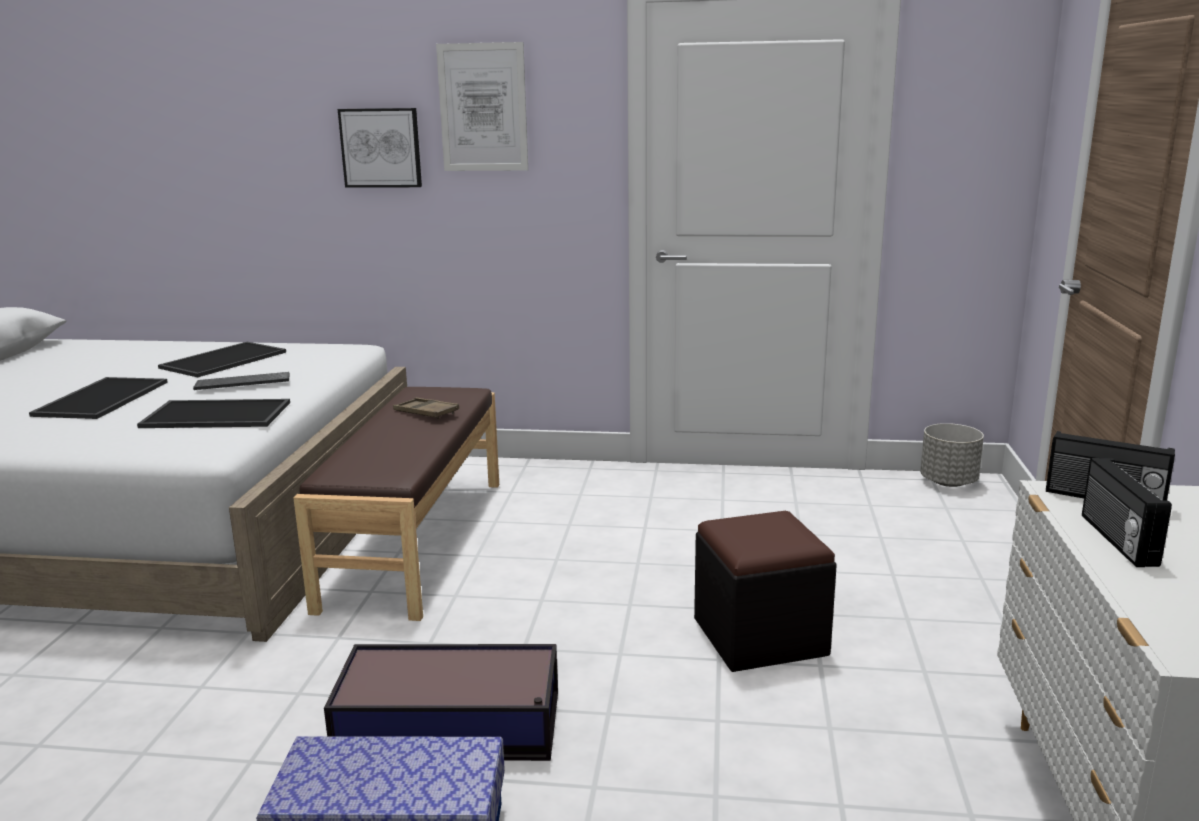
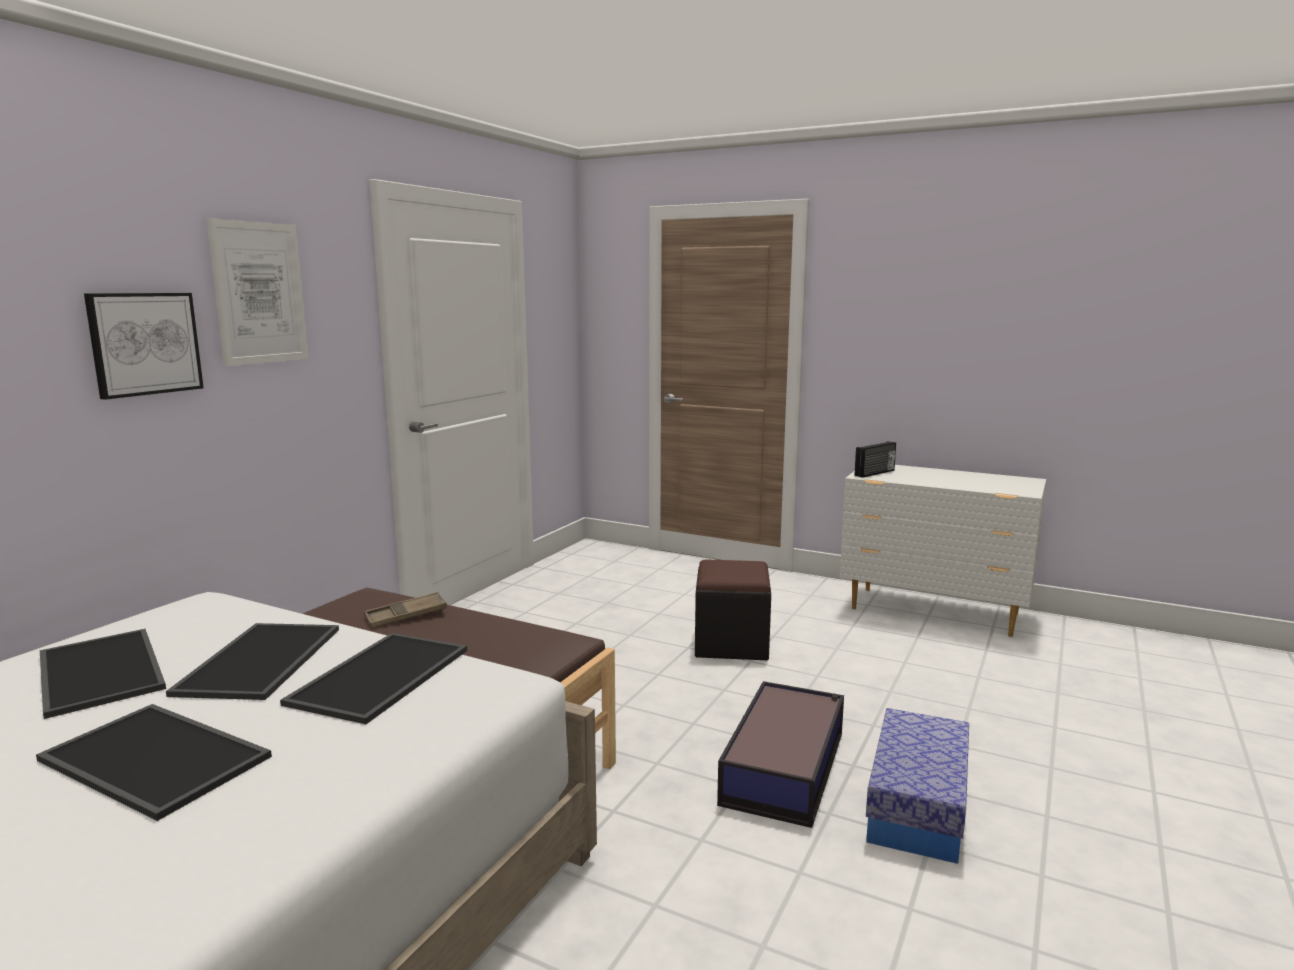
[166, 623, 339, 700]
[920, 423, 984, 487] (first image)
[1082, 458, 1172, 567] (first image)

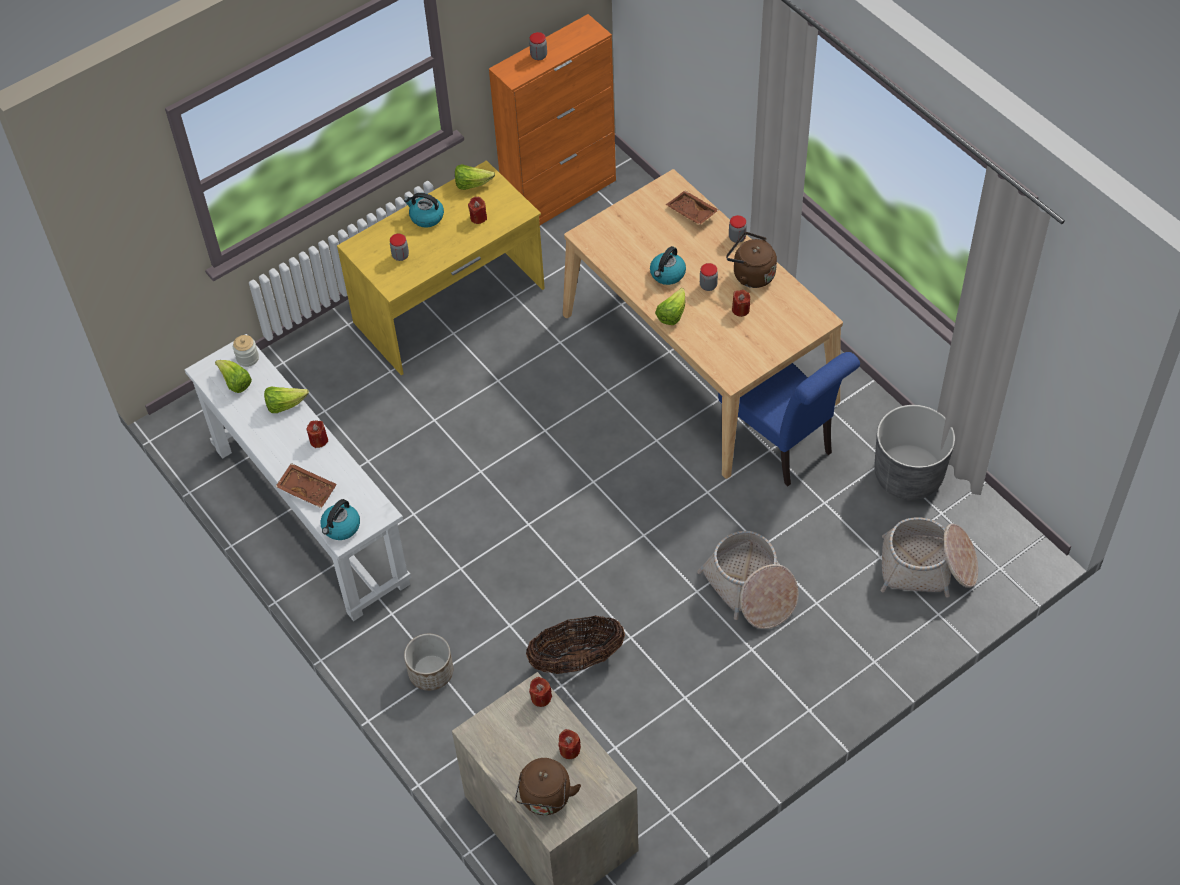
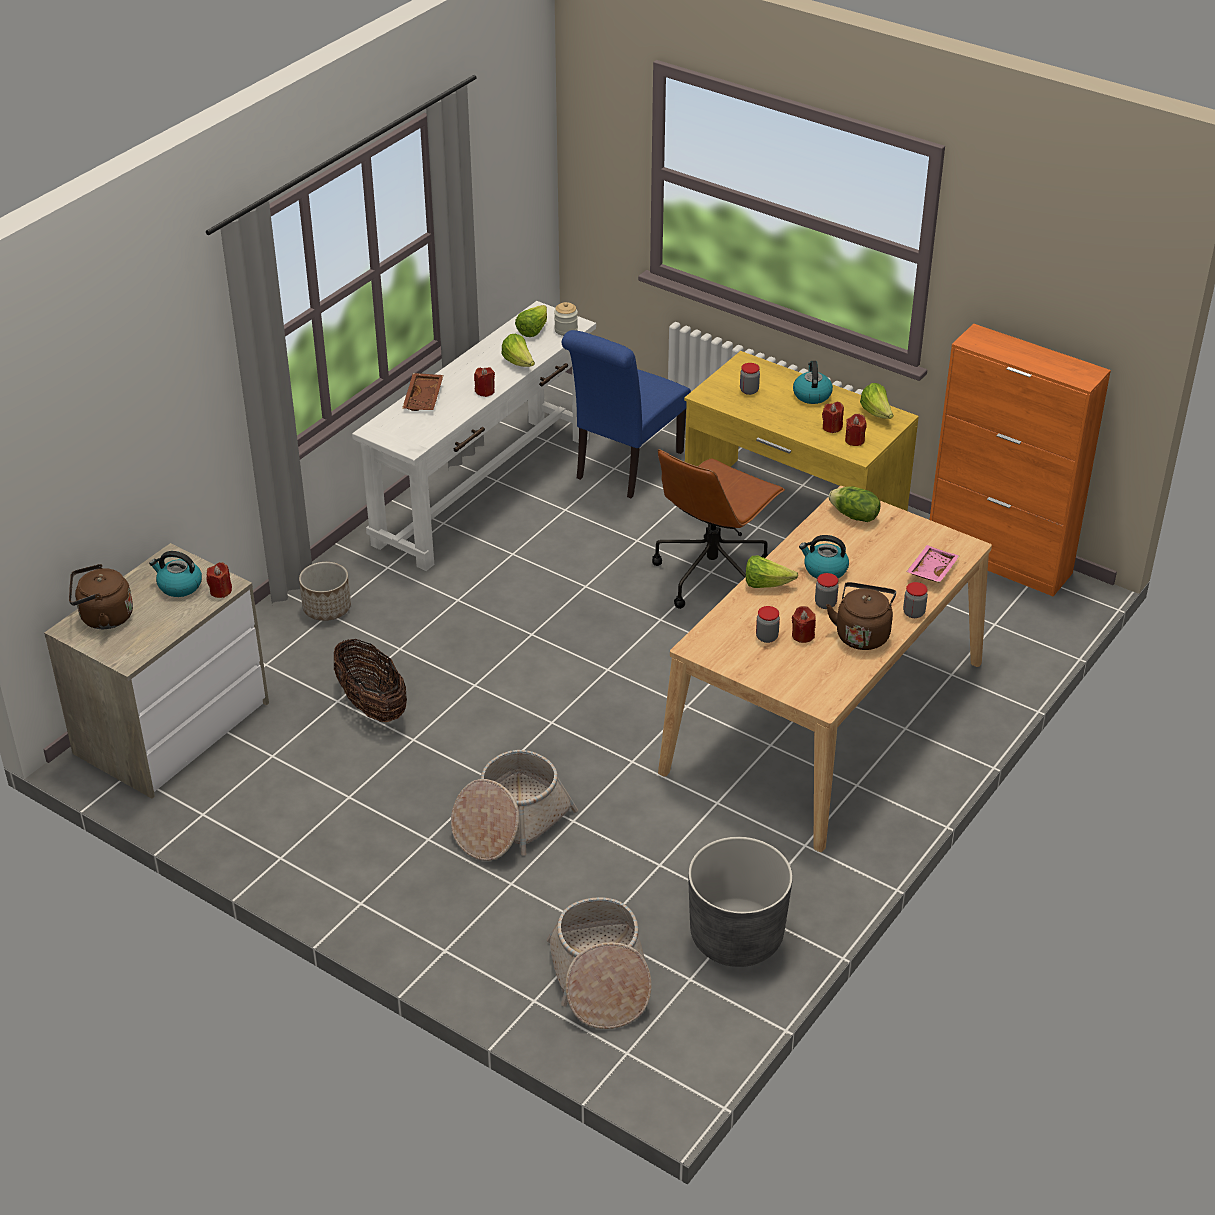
[149, 551, 202, 597]
[562, 330, 691, 498]
[652, 449, 785, 609]
[756, 606, 780, 643]
[829, 486, 880, 522]
[845, 414, 867, 446]
[906, 545, 959, 583]

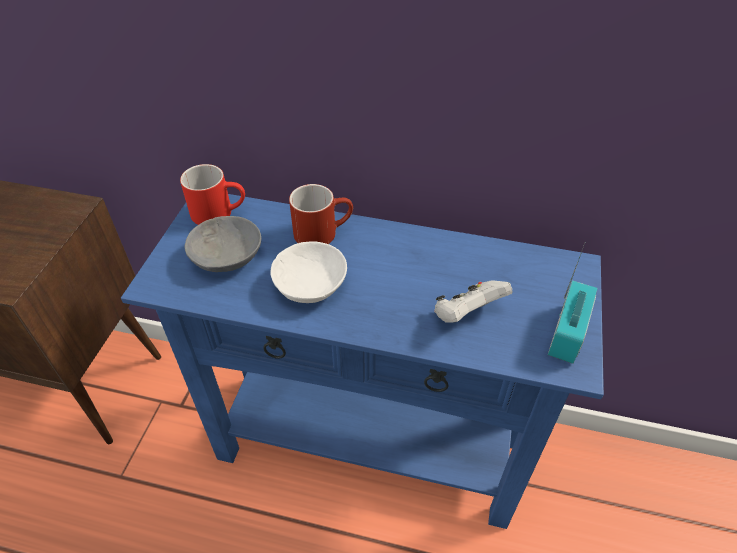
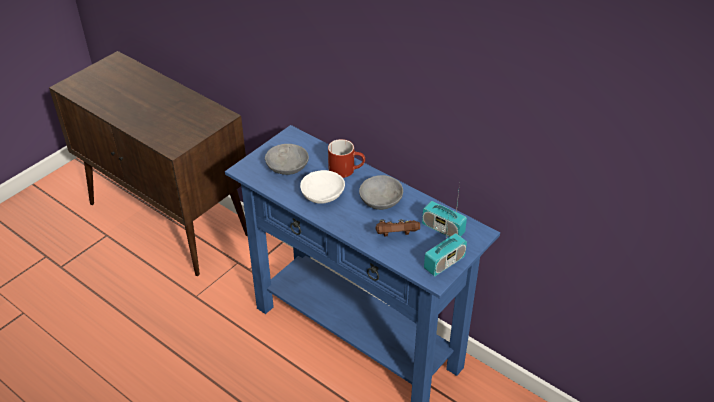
[359, 175, 403, 210]
[376, 220, 420, 236]
[422, 183, 467, 237]
[180, 164, 245, 225] (first image)

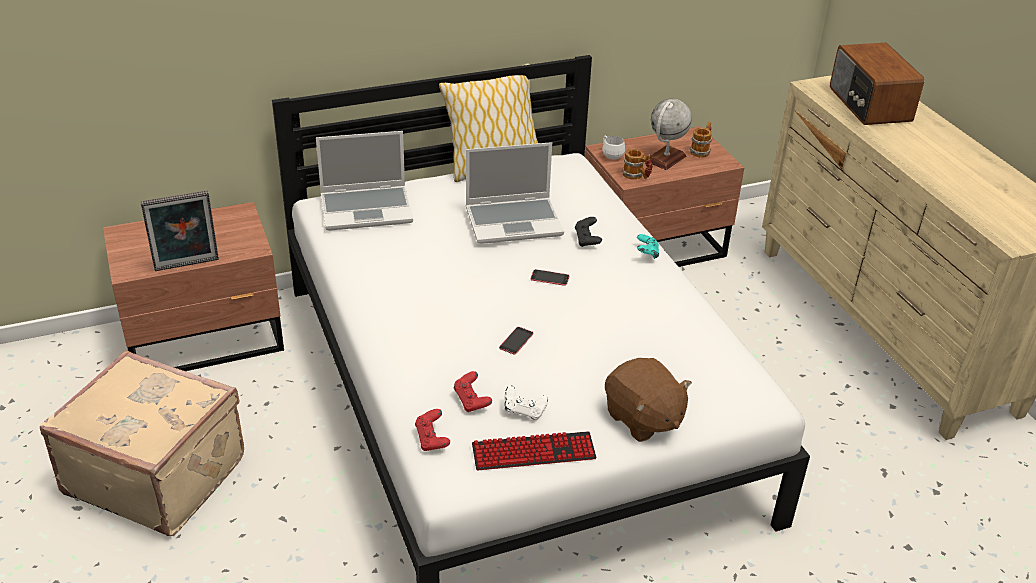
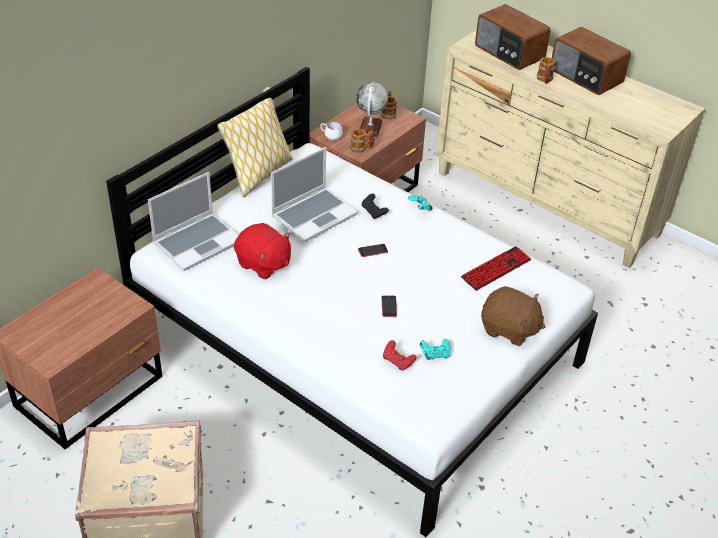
[234, 223, 291, 279]
[420, 339, 451, 360]
[461, 246, 531, 291]
[537, 57, 555, 84]
[552, 27, 631, 95]
[141, 191, 219, 271] (first image)
[415, 409, 450, 451] (first image)

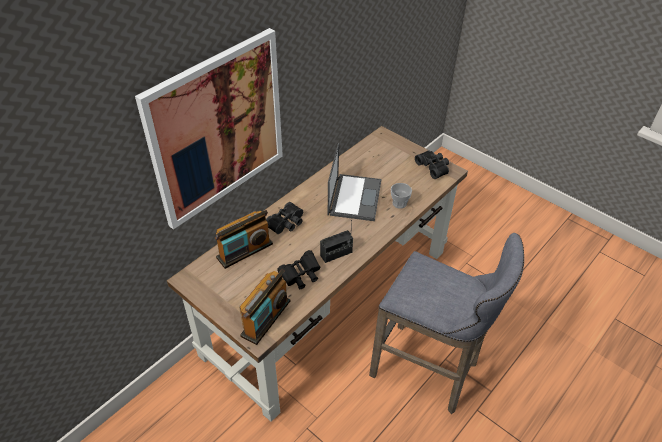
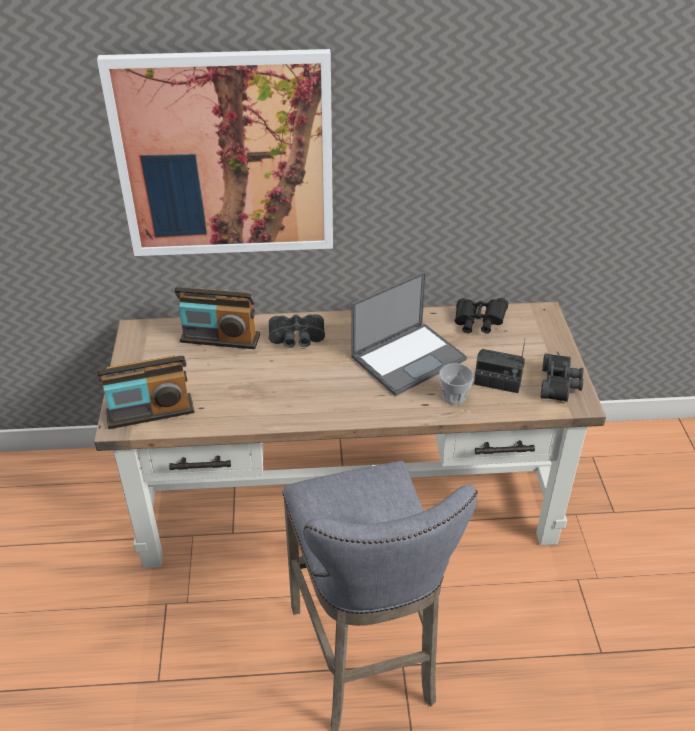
[455, 298, 508, 333]
[474, 338, 526, 393]

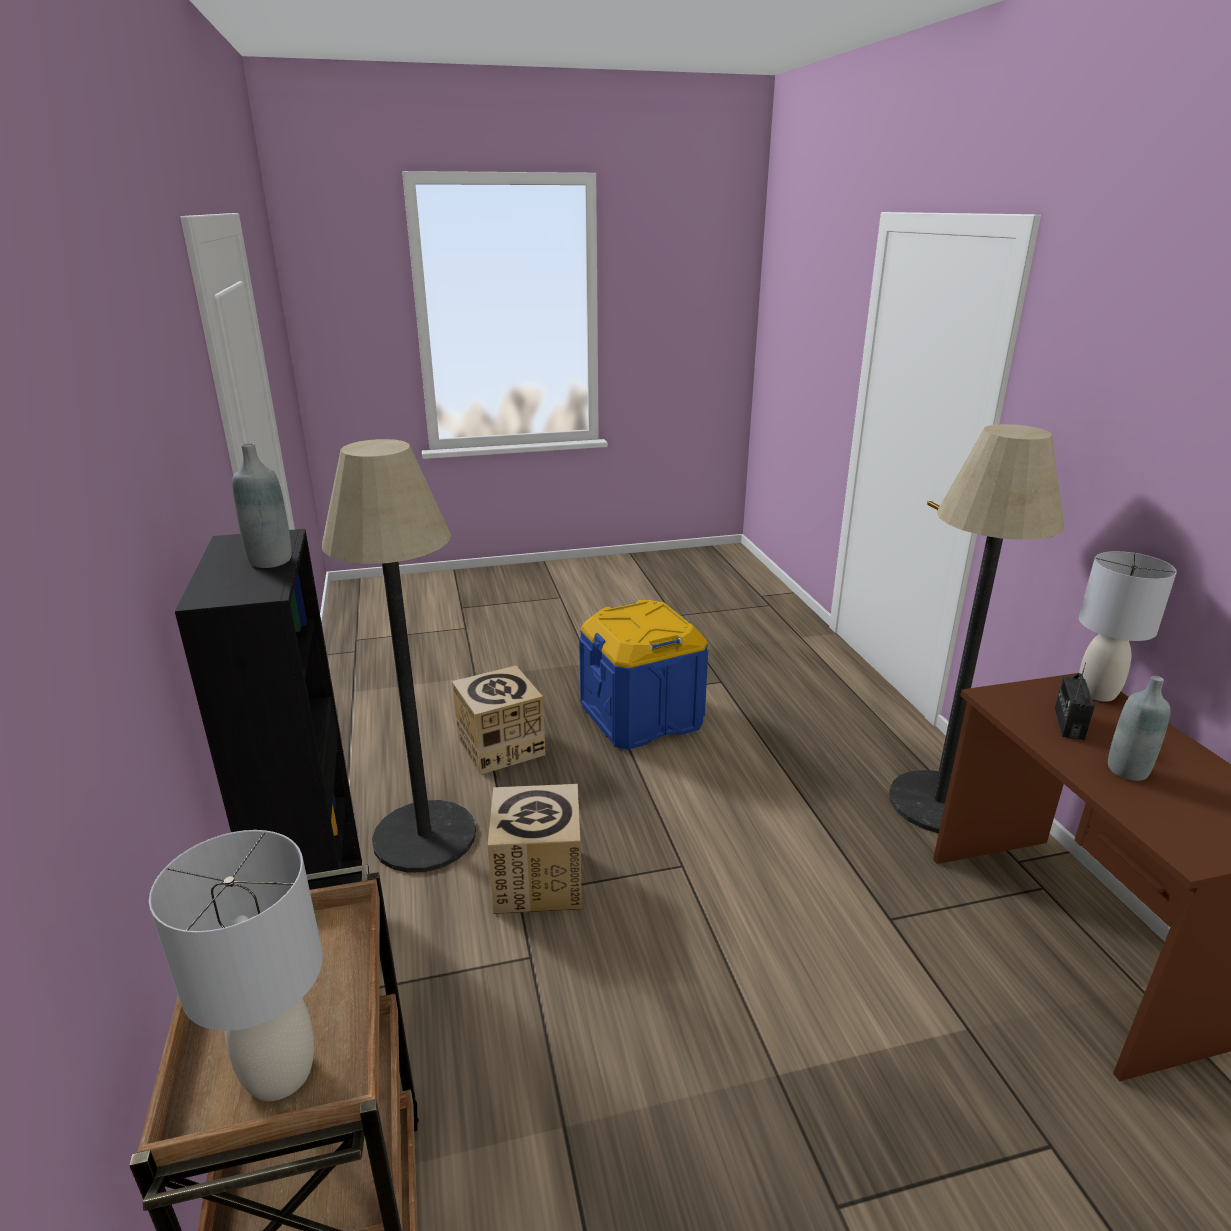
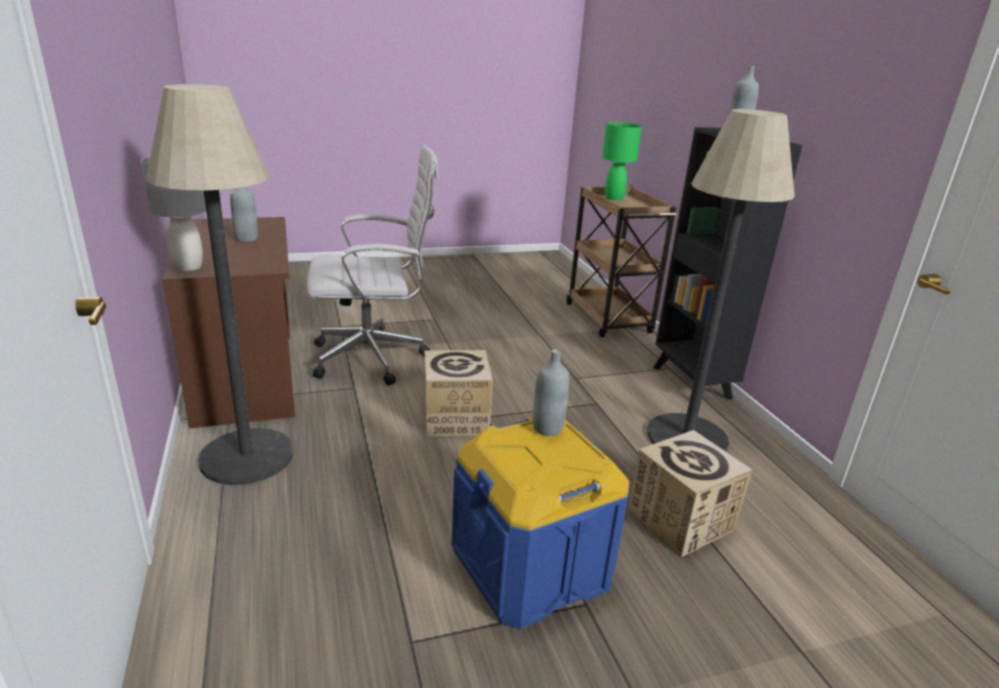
[307, 145, 438, 386]
[424, 350, 493, 436]
[533, 349, 569, 436]
[602, 122, 642, 201]
[1054, 663, 1095, 740] (first image)

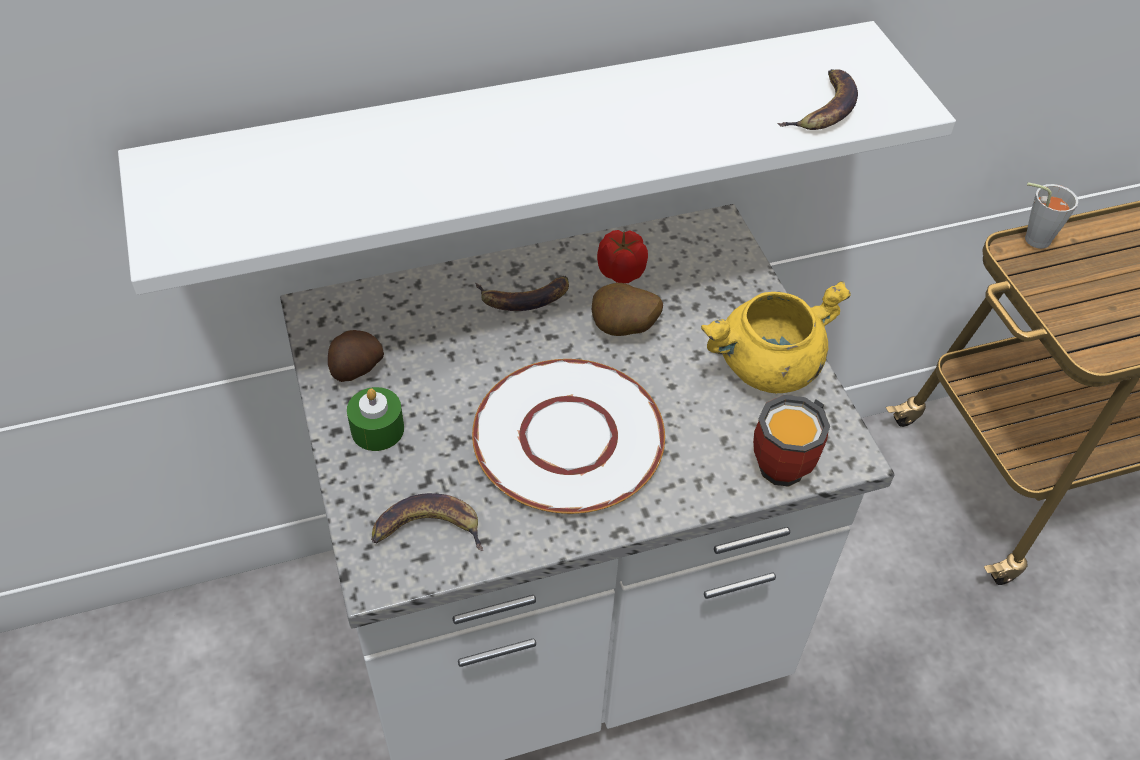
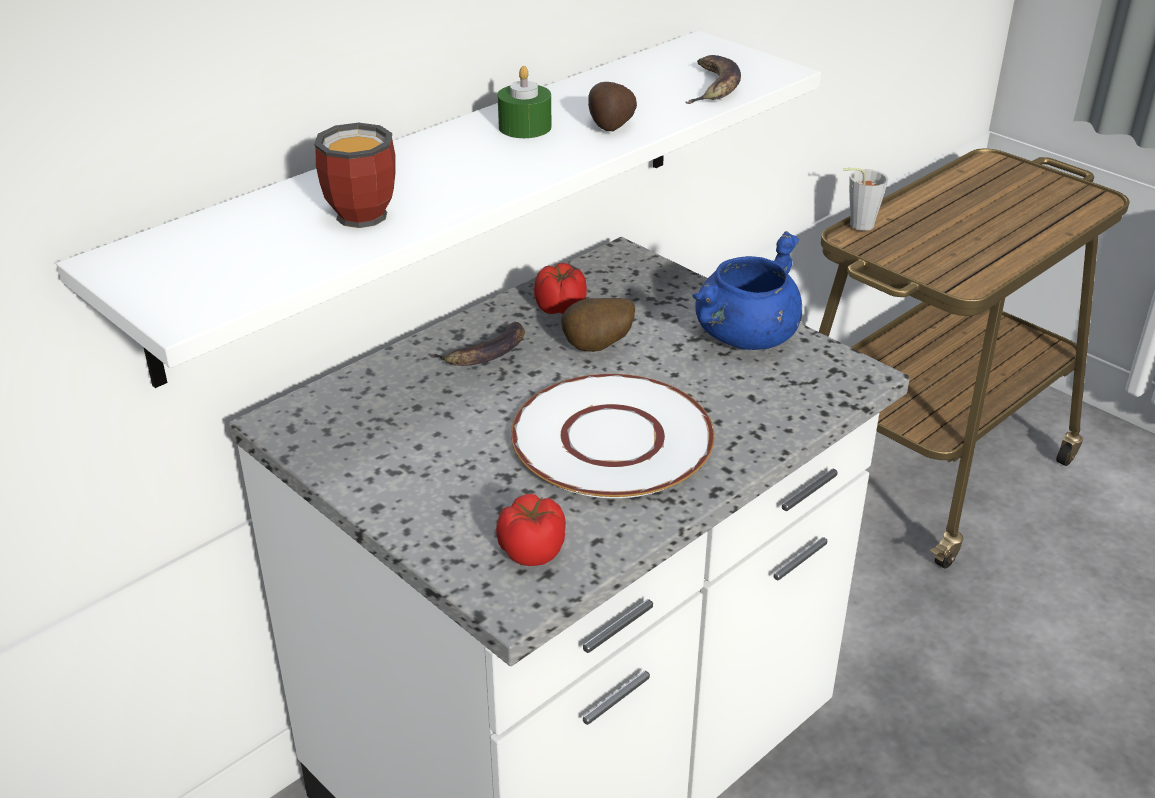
[314, 123, 396, 228]
[496, 494, 566, 566]
[497, 66, 552, 138]
[588, 82, 637, 131]
[692, 231, 802, 350]

